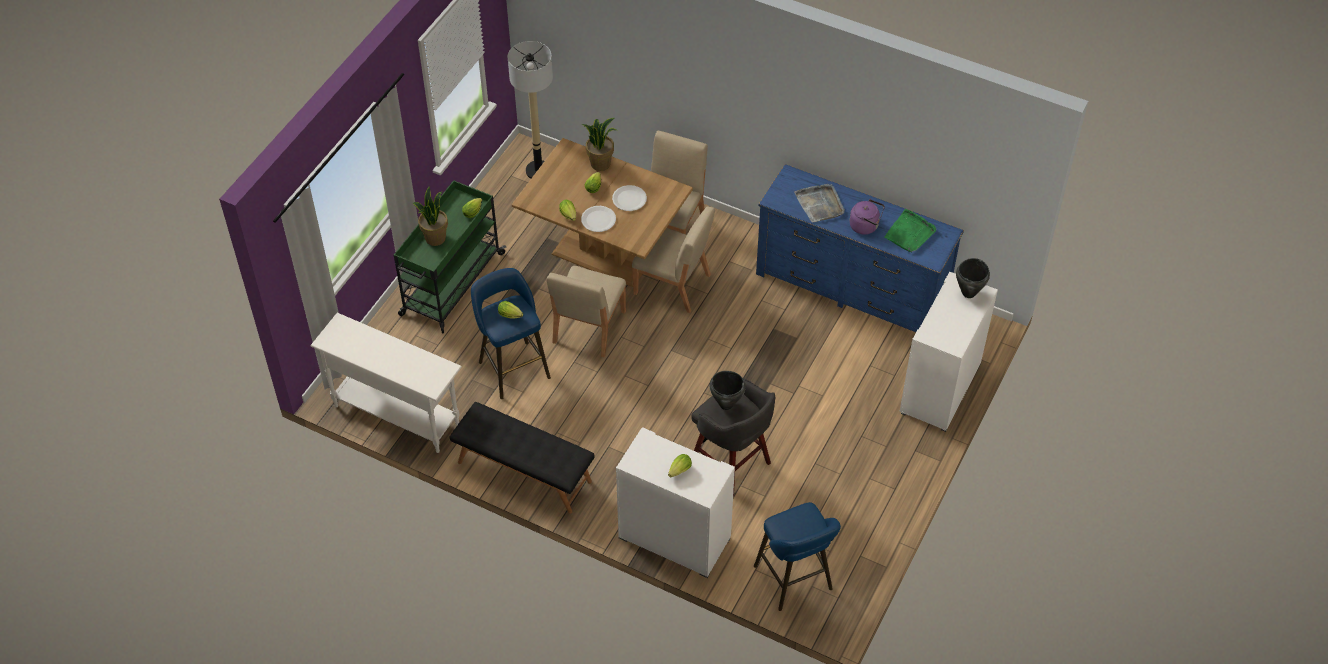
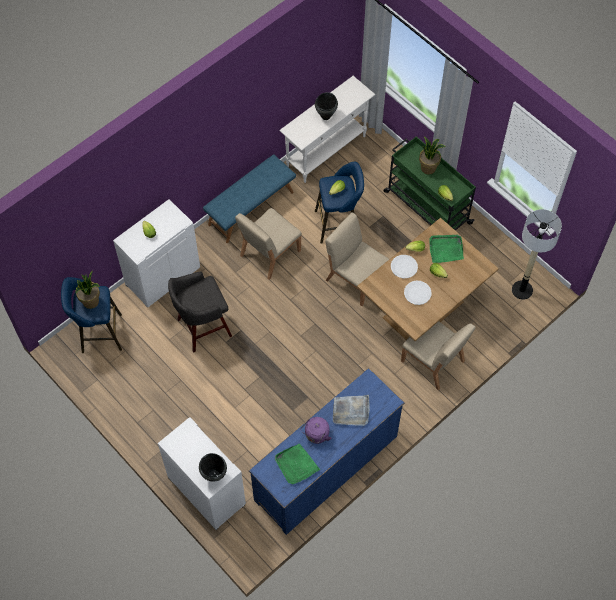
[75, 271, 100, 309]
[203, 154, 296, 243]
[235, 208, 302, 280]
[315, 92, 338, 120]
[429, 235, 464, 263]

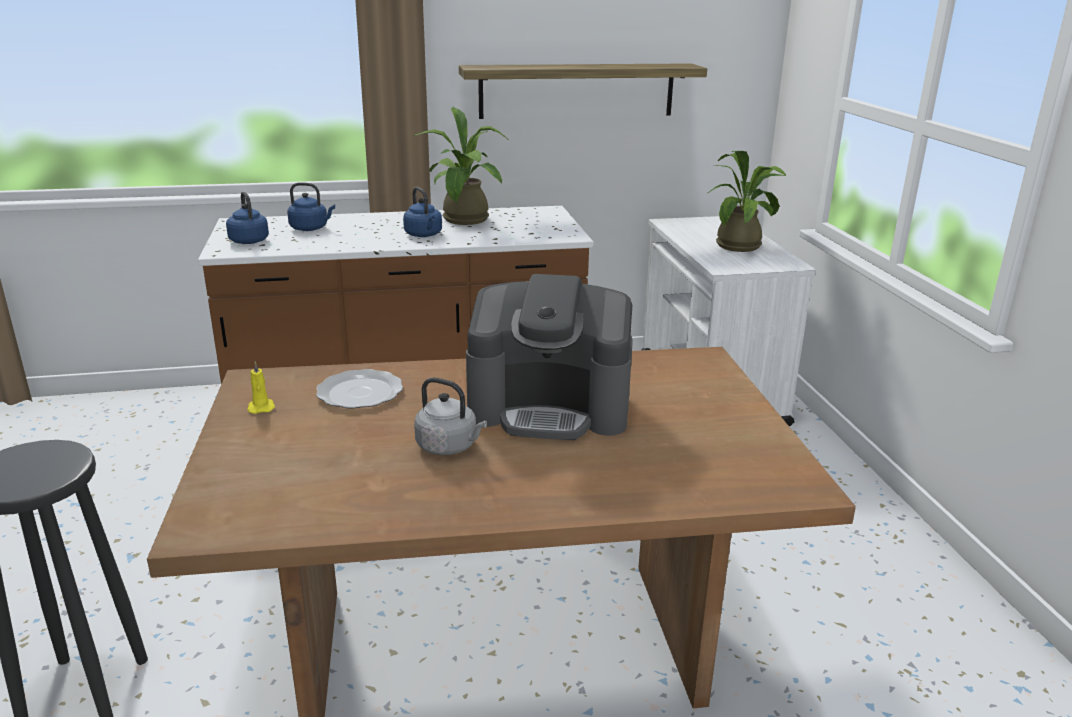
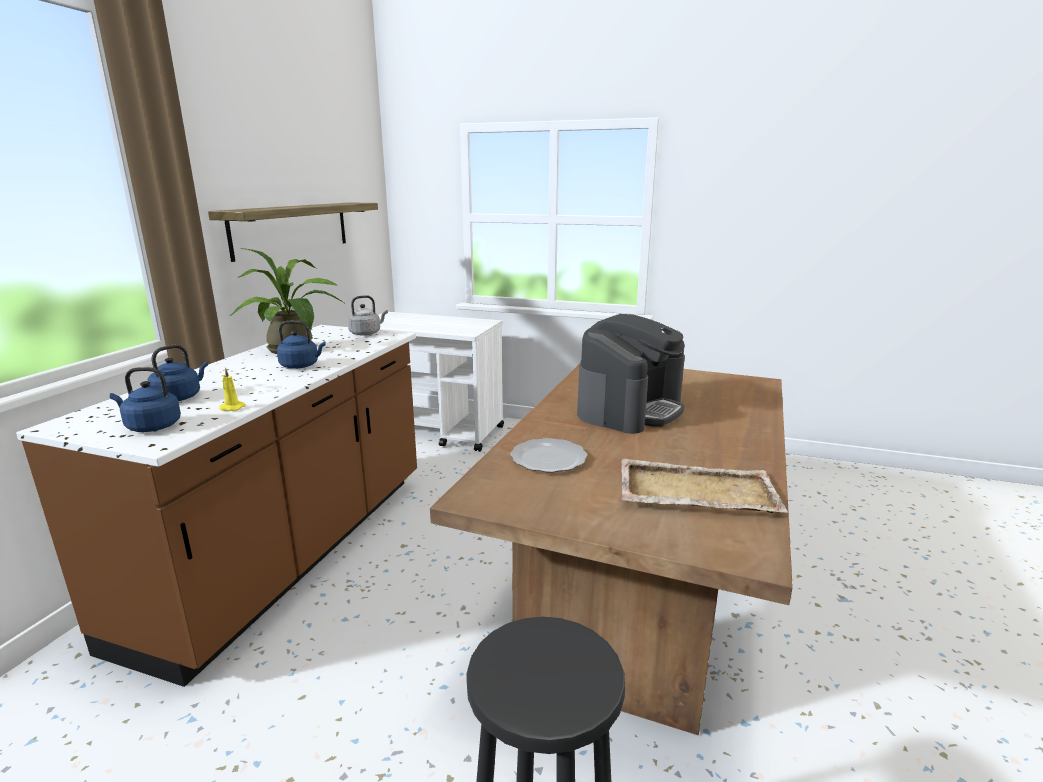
[219, 367, 246, 411]
[348, 295, 388, 336]
[621, 459, 788, 513]
[708, 151, 786, 252] (first image)

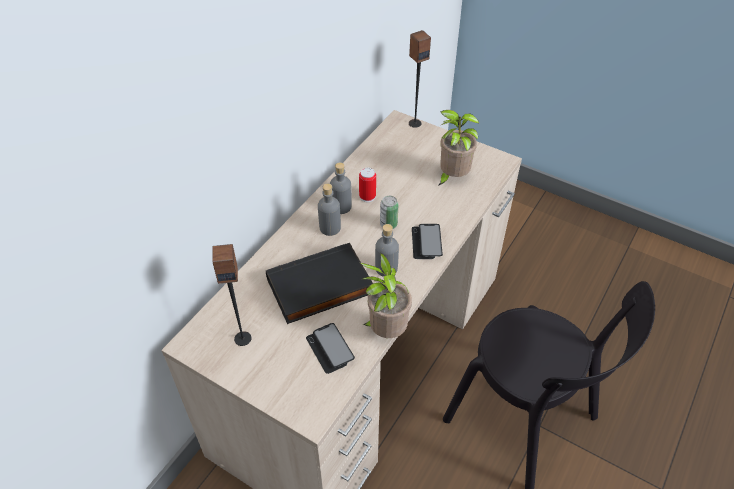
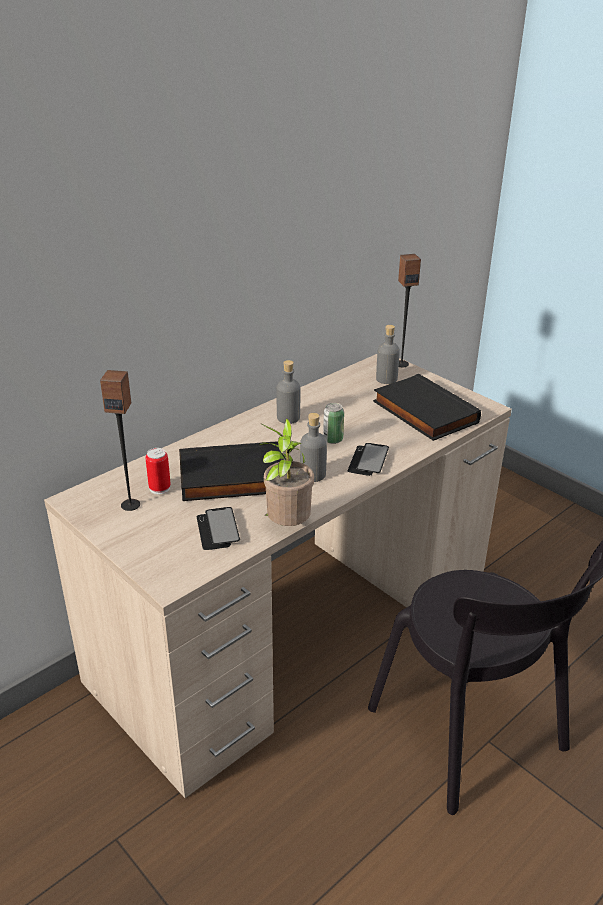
[145, 448, 171, 494]
[373, 374, 481, 441]
[376, 325, 400, 384]

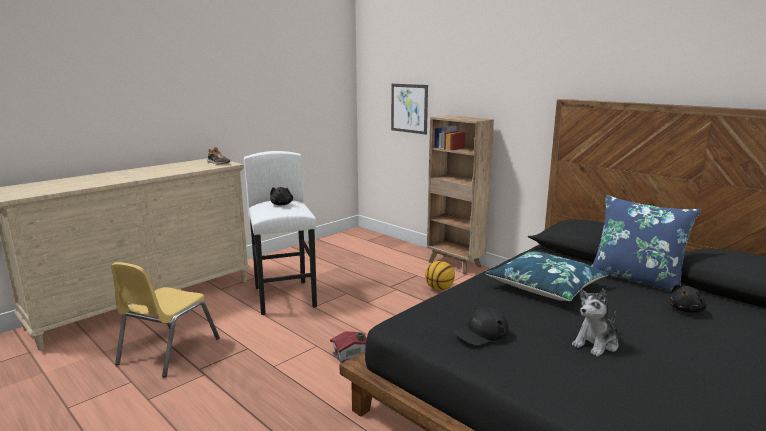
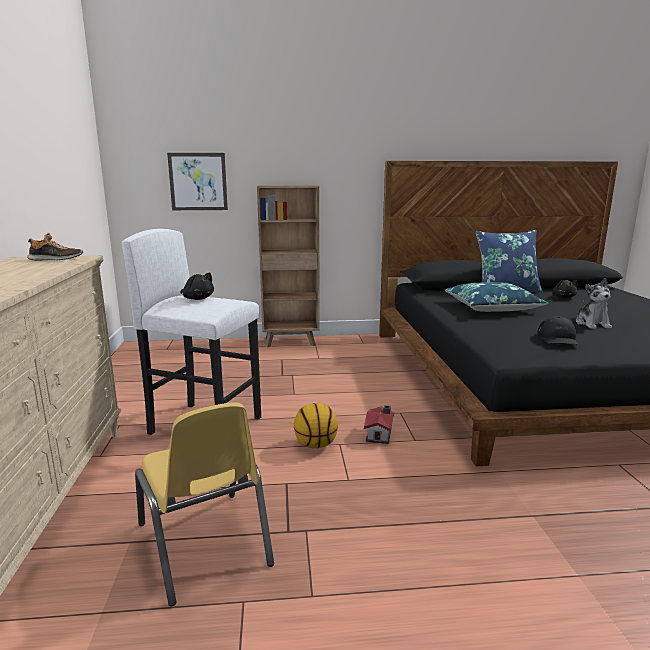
[294, 403, 338, 448]

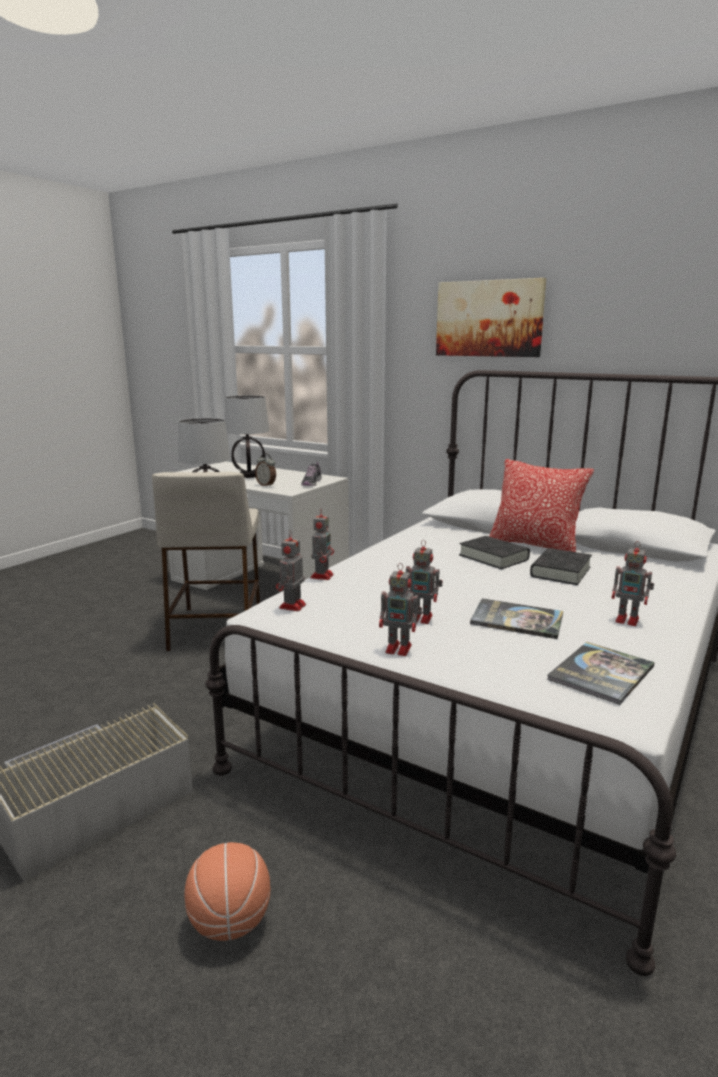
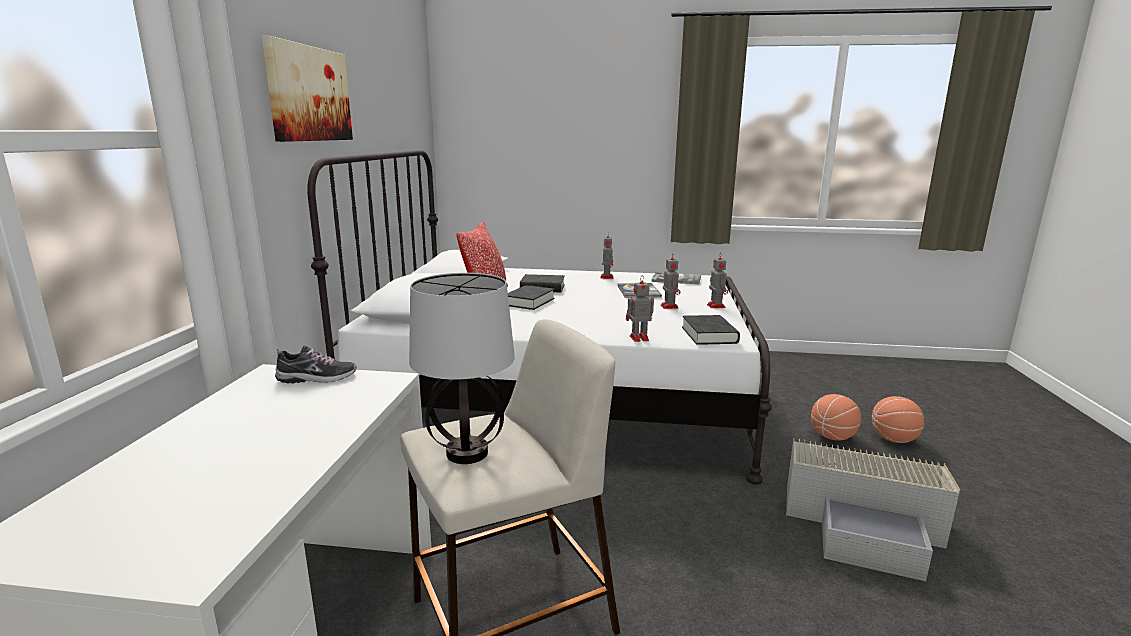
[682, 315, 740, 345]
[872, 396, 924, 443]
[225, 395, 269, 478] (first image)
[255, 453, 276, 487] (first image)

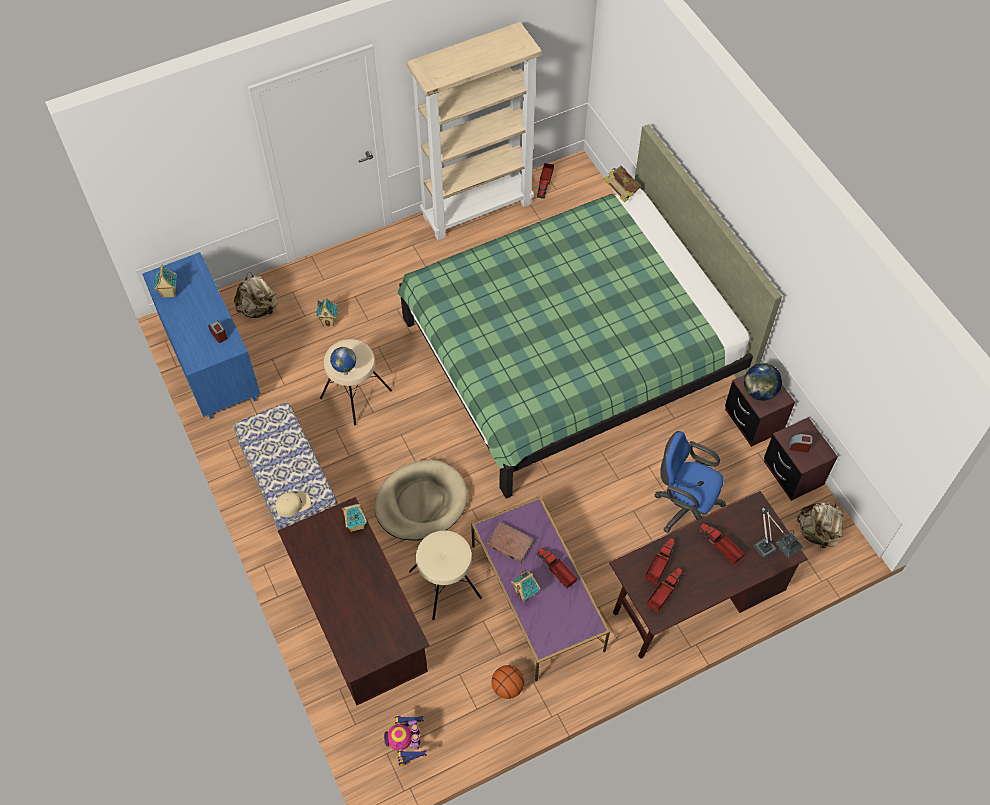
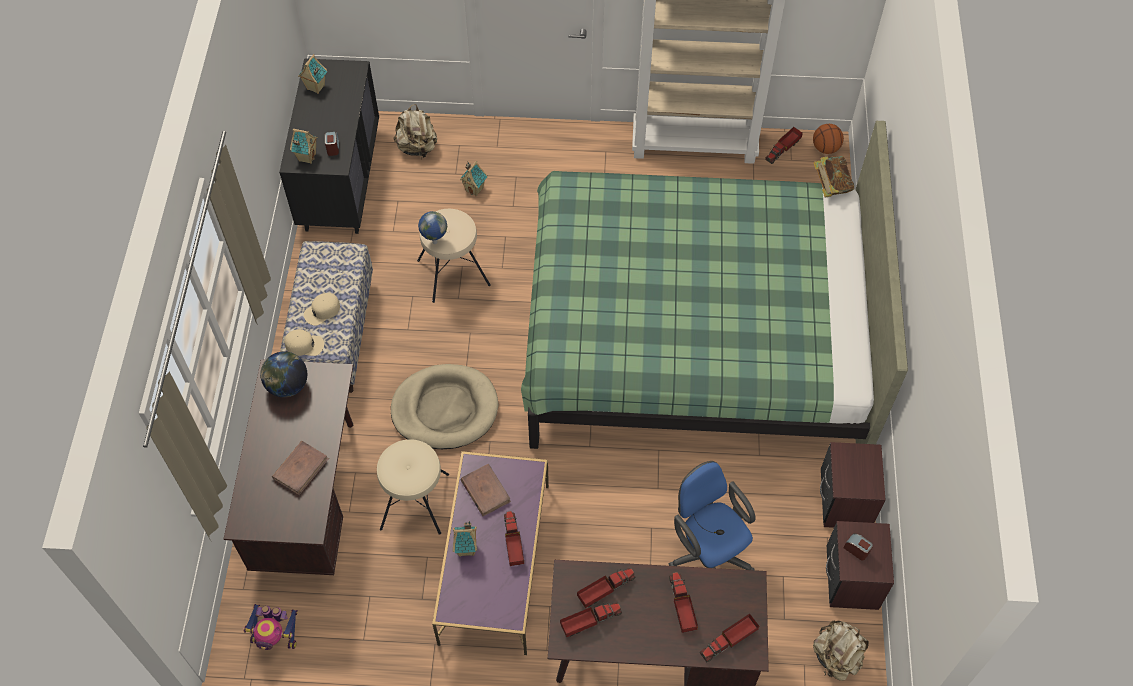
[243, 604, 298, 650]
[260, 351, 307, 398]
[272, 441, 329, 495]
[279, 58, 379, 234]
[290, 129, 318, 164]
[304, 293, 340, 326]
[700, 614, 759, 662]
[813, 124, 844, 154]

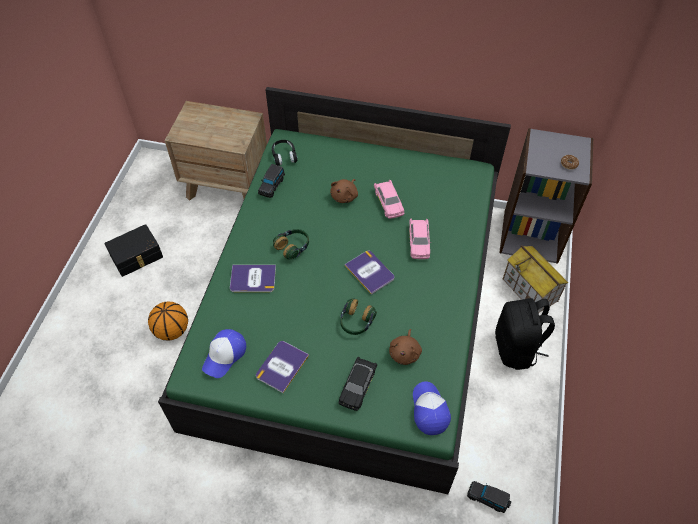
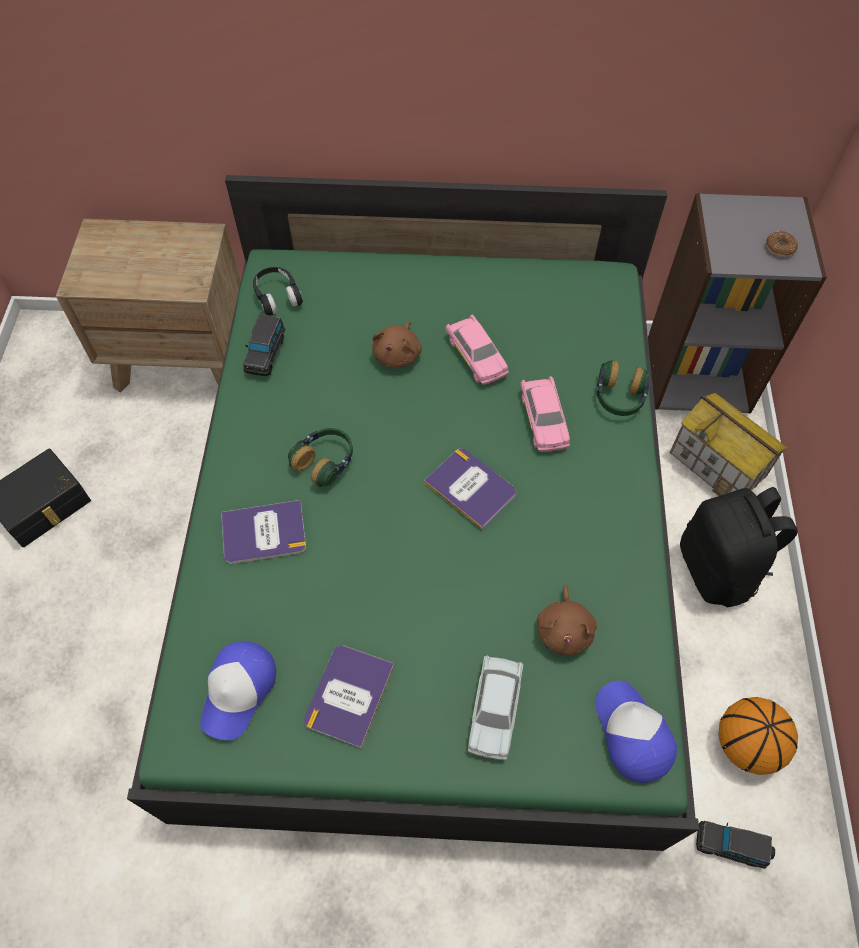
[468, 656, 523, 760]
[597, 360, 651, 416]
[719, 697, 798, 775]

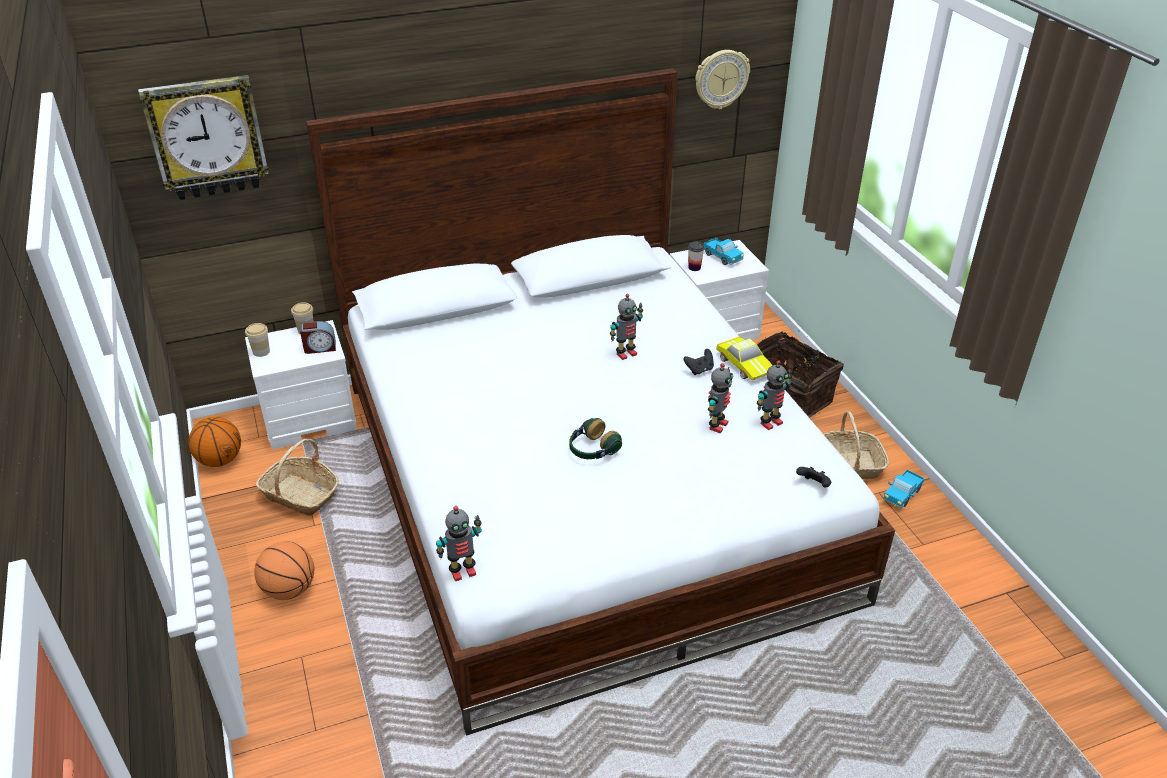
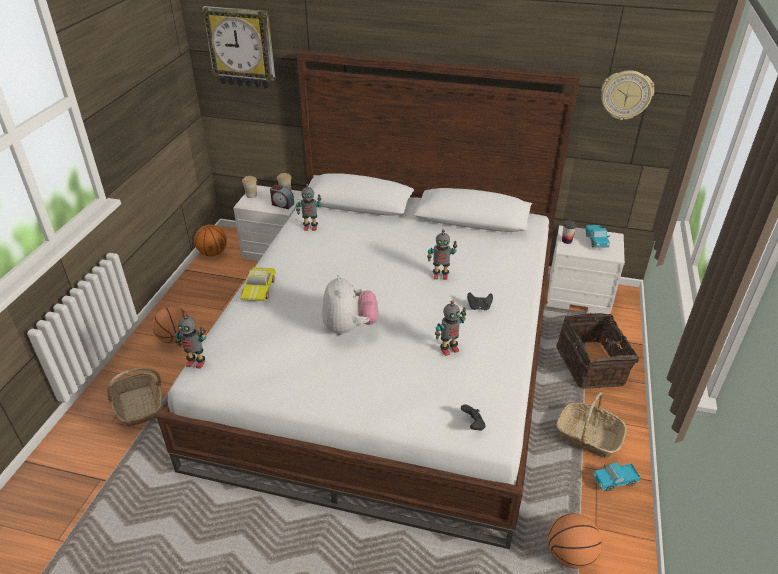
[107, 367, 162, 426]
[240, 267, 275, 301]
[296, 184, 322, 231]
[322, 275, 378, 335]
[547, 514, 602, 568]

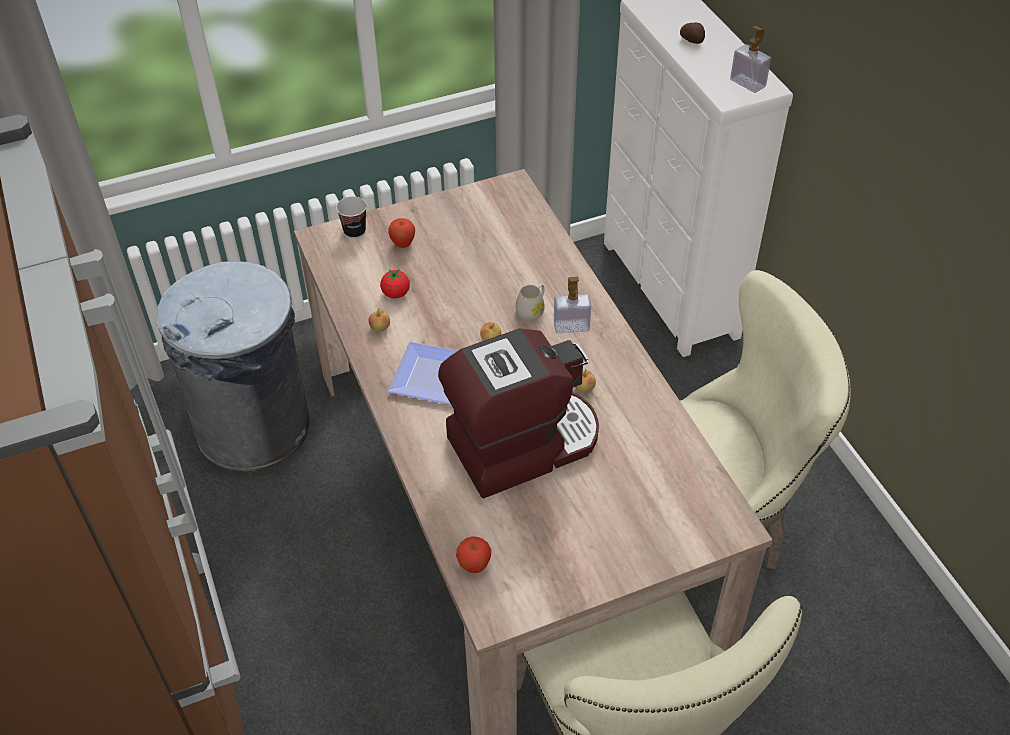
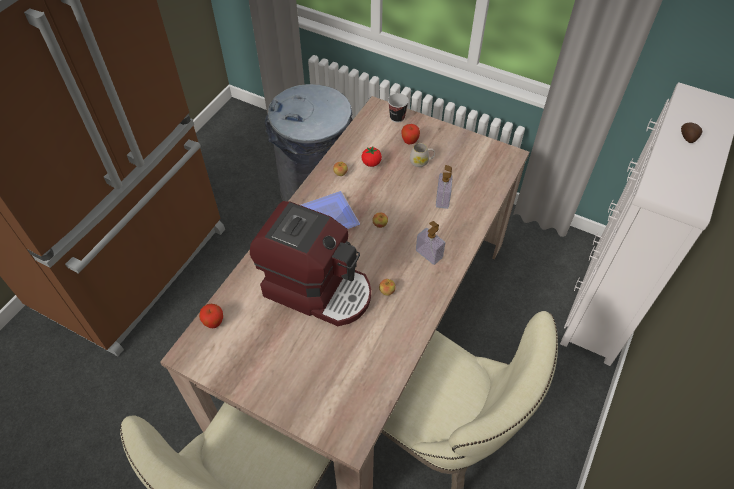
[410, 143, 435, 167]
[436, 165, 453, 209]

